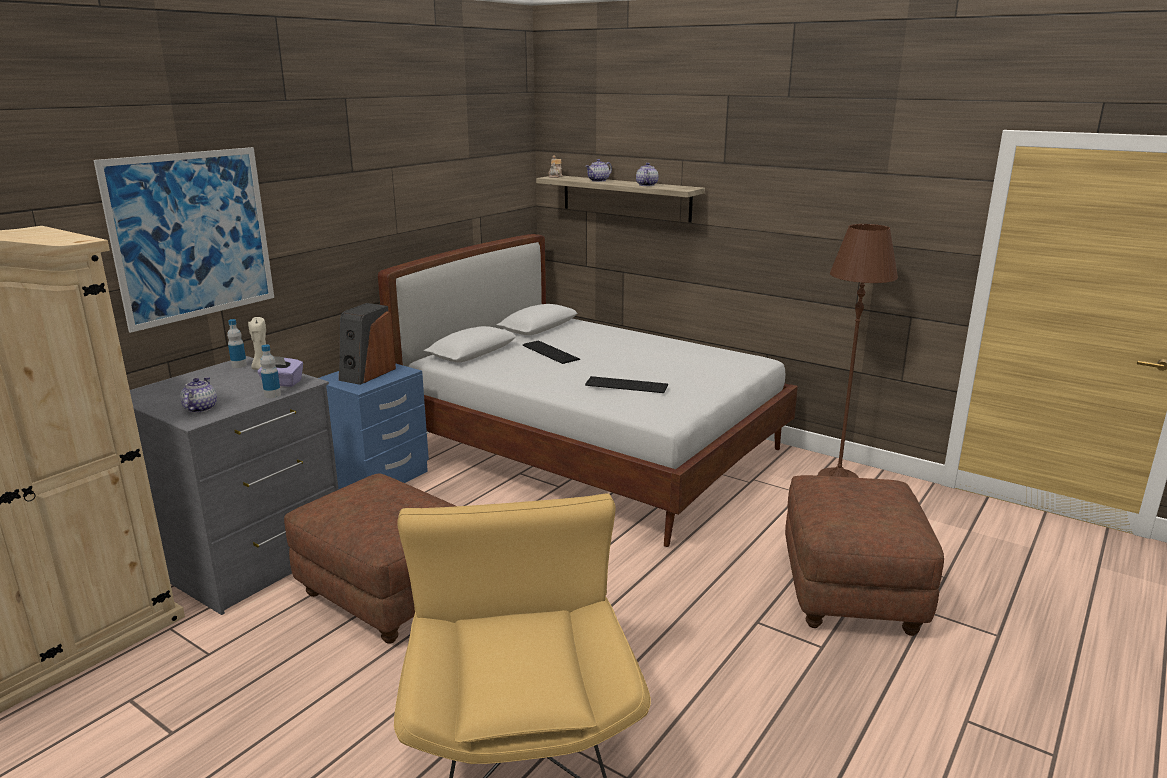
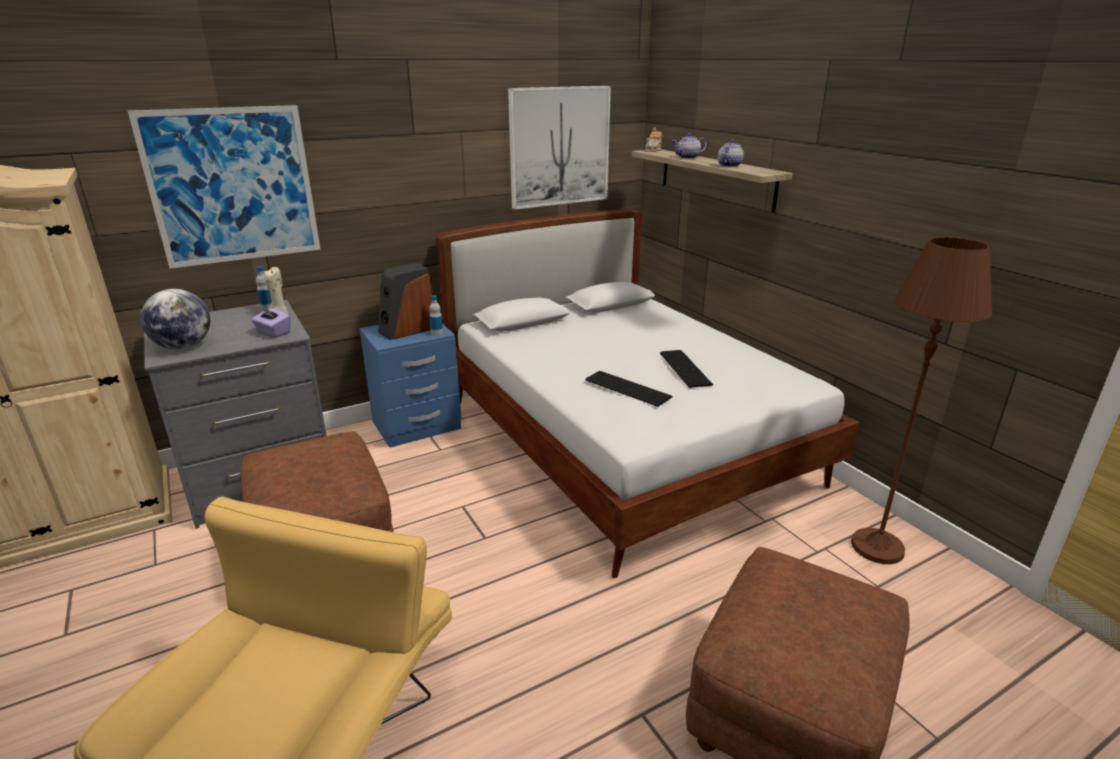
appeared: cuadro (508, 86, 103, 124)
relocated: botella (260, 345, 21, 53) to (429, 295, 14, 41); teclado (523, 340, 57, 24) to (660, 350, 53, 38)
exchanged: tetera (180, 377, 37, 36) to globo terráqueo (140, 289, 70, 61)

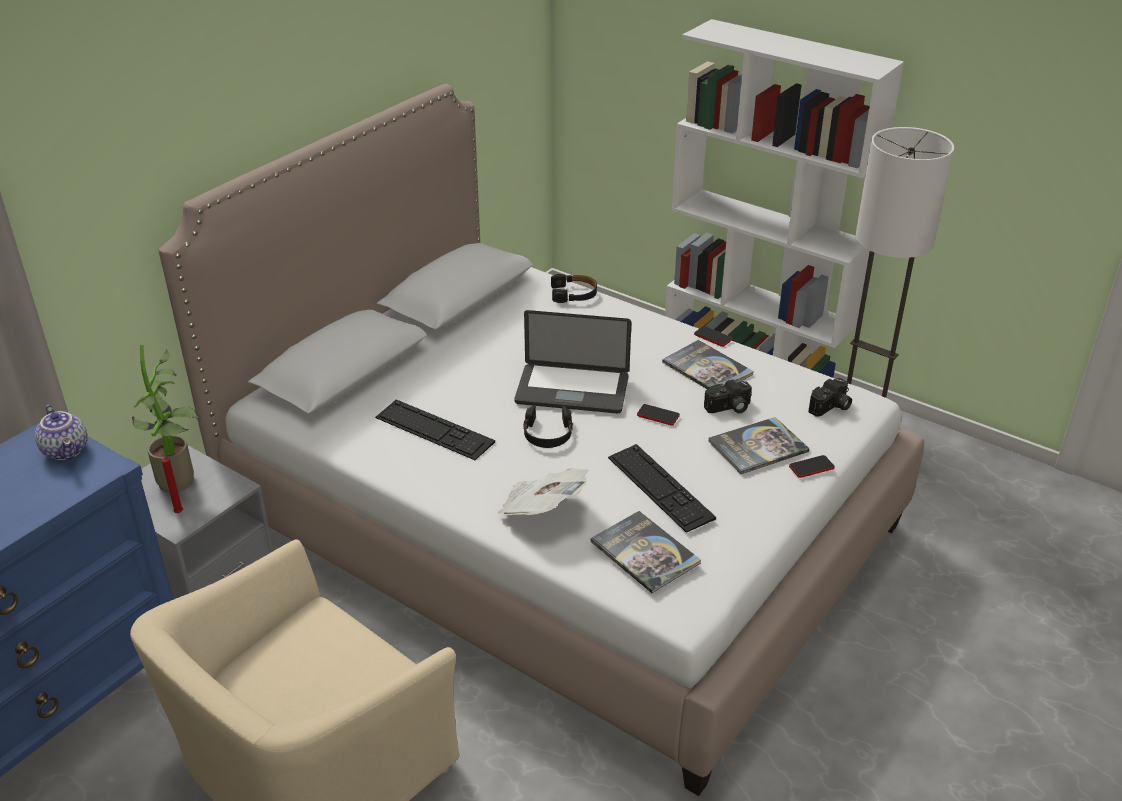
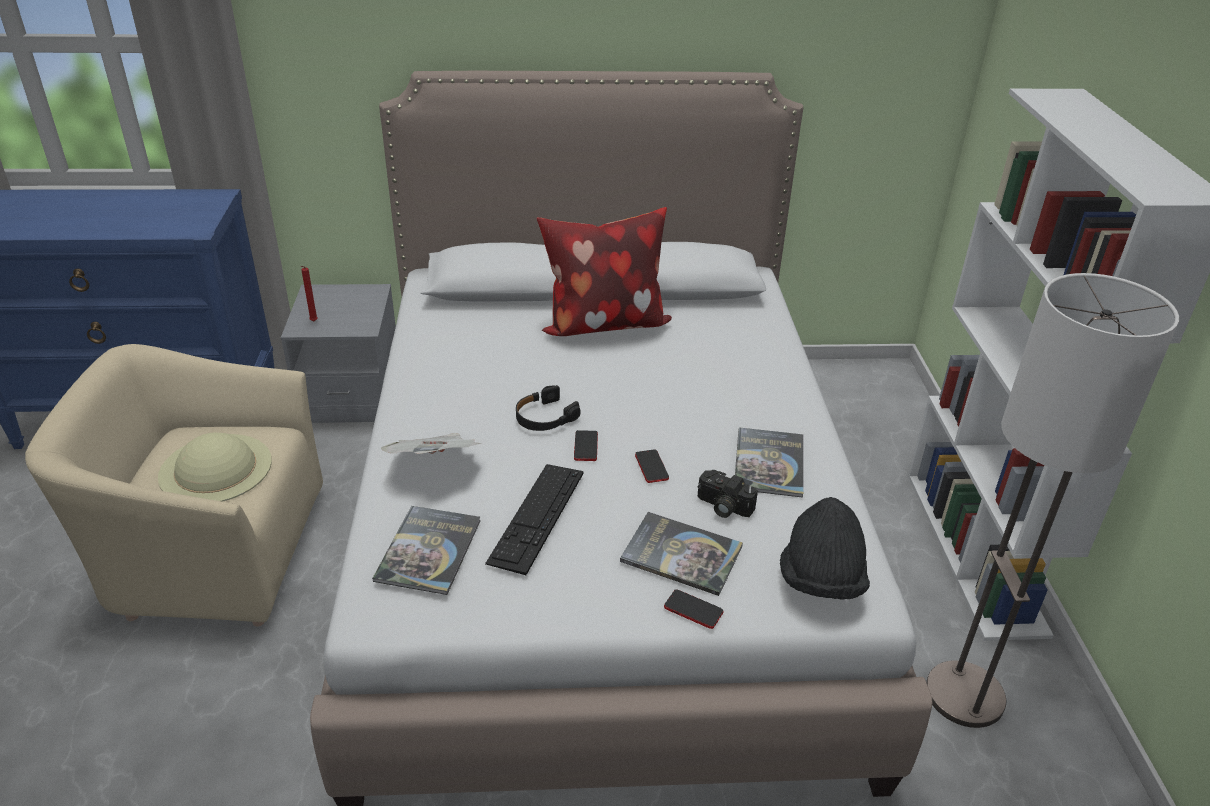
missing: tetera (35, 405, 53, 55); planta en maceta (132, 345, 69, 148); teclado (375, 399, 120, 61); portátil (514, 310, 117, 103); auriculares/negro (551, 274, 46, 29)
appeared: sombrero/beis (158, 432, 114, 70); cojín (537, 207, 135, 129)
relocated: móvil (694, 326, 38, 21) to (574, 430, 24, 31)
exchanged: cámara (808, 378, 44, 39) to sombrero/negro (780, 497, 90, 103)

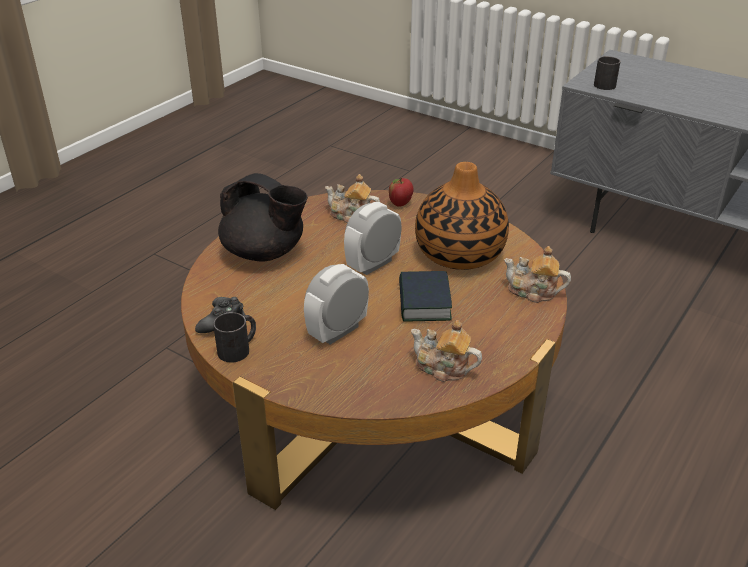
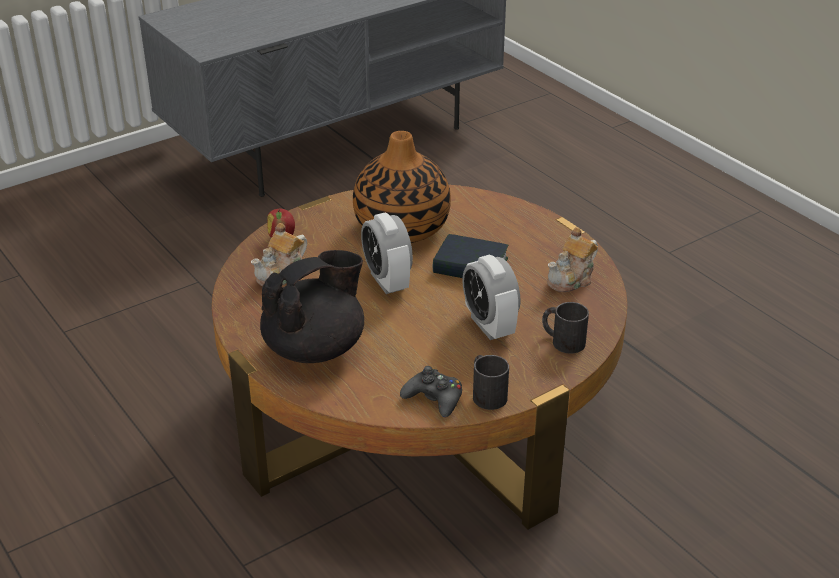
missing: tetera (504, 246, 67, 57)
relocated: taza grande/negro (594, 56, 27, 34) to (542, 302, 47, 52)

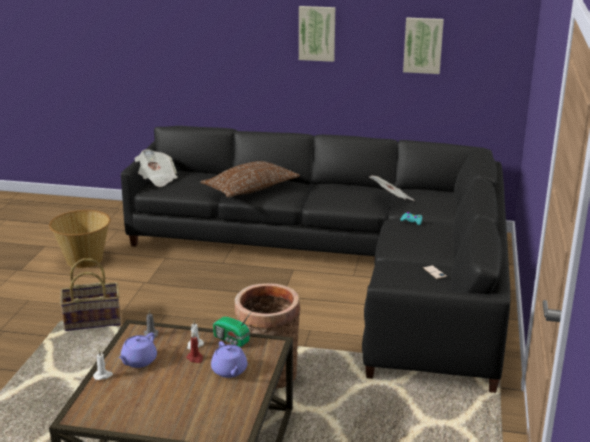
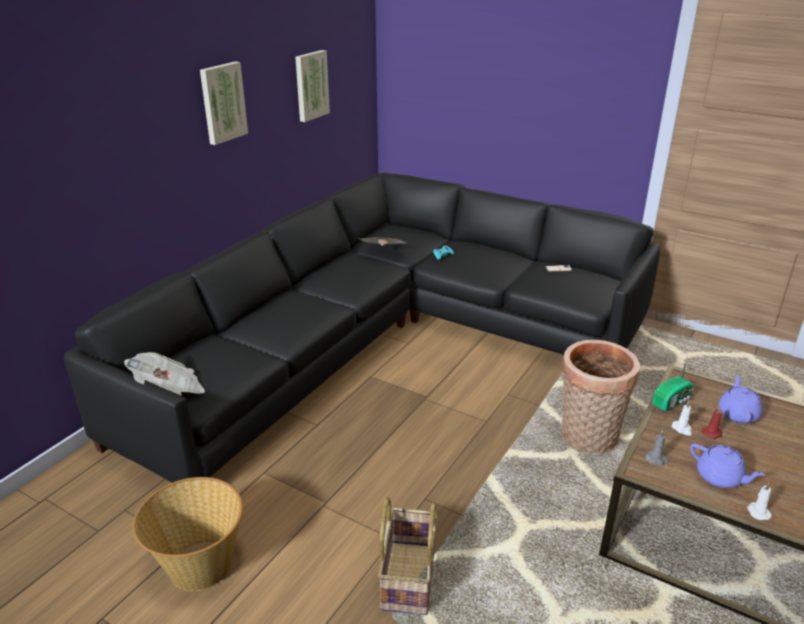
missing: cojín/marrón (201, 161, 99, 37)
spun: tetera/morado (211, 341, 36, 37) = (718, 376, 45, 48) 75 degrees counterclockwise

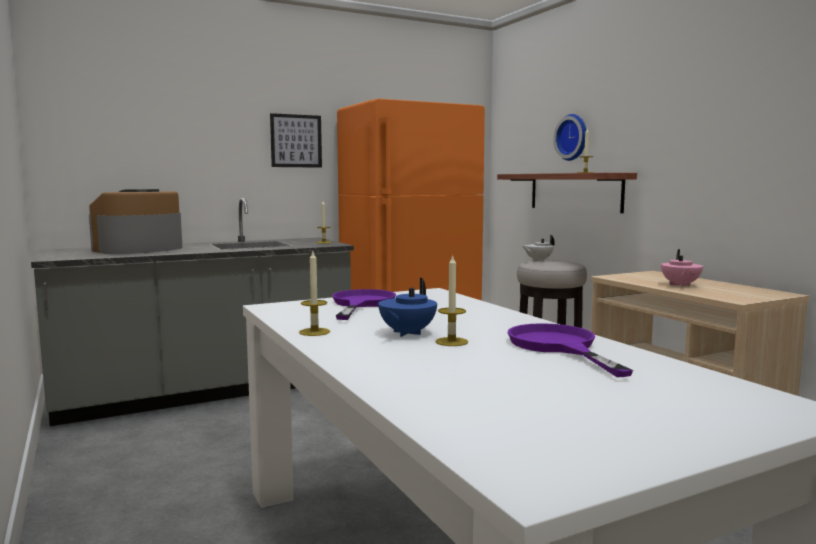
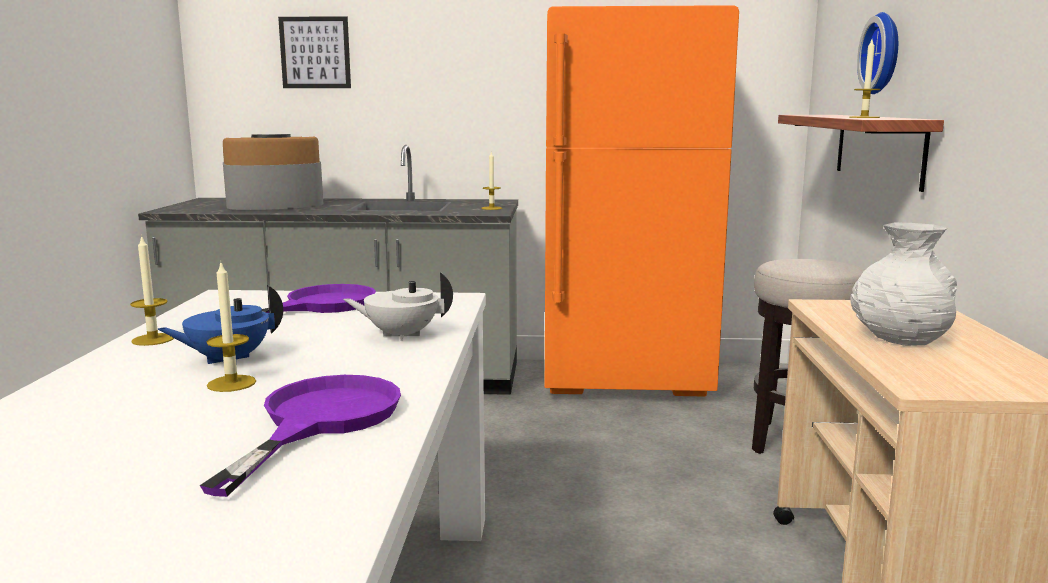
relocated: cuadro (270, 113, 52, 55) to (278, 16, 73, 72); tetera/blanco (523, 235, 32, 26) to (343, 272, 110, 69)
exchanged: tetera/rosa (661, 249, 42, 38) to florero/blanco (850, 223, 107, 123)

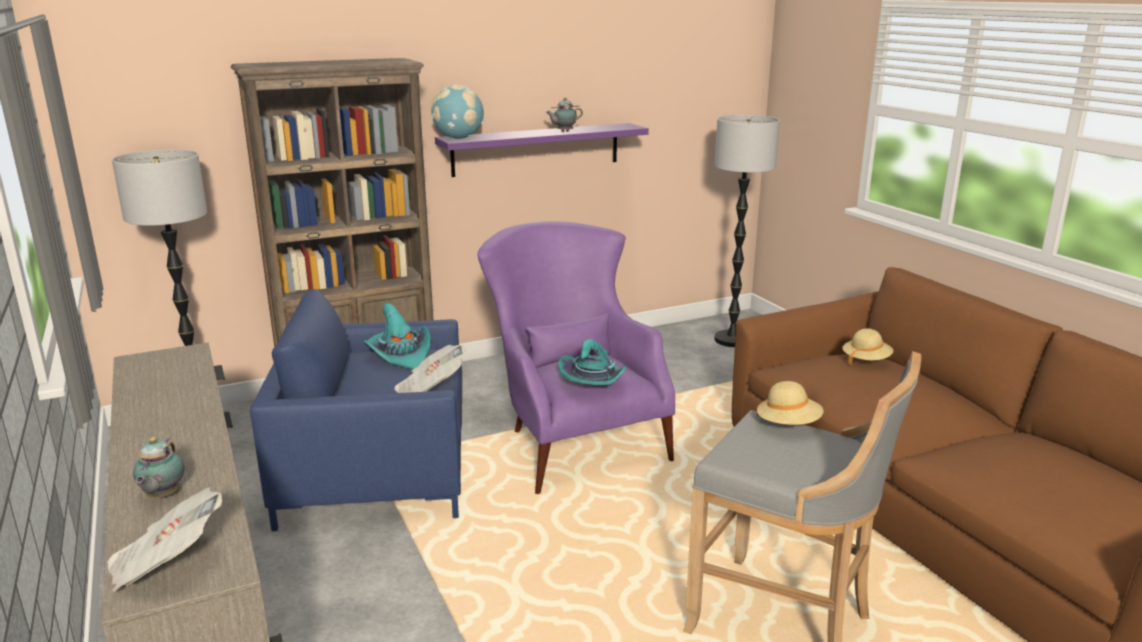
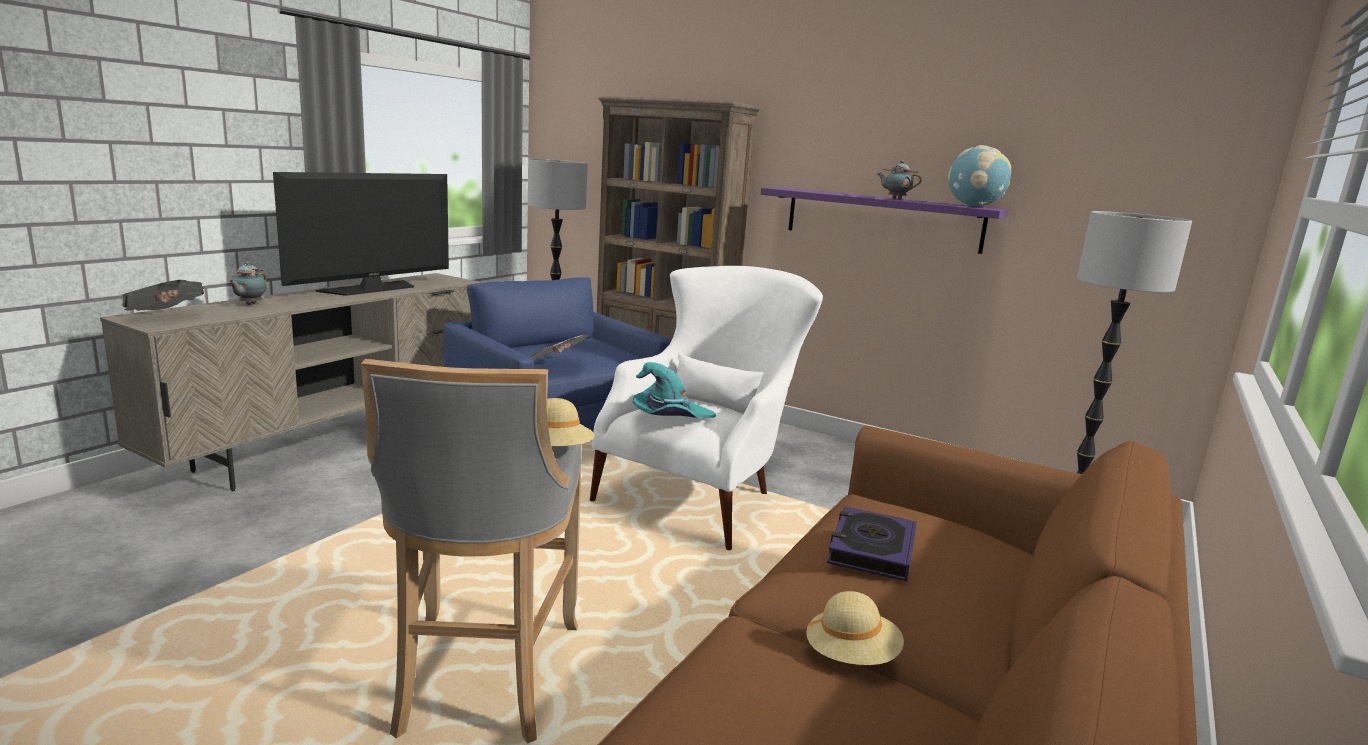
missing: sombrero/turquesa (364, 303, 67, 67)
appeared: televisor (273, 172, 176, 124); libro (827, 507, 90, 74)
relocated: globo terráqueo (431, 84, 53, 55) to (948, 145, 63, 61); sombrero/beis (842, 328, 51, 37) to (805, 591, 99, 74)
colour: sillón/morado (478, 221, 197, 273) to sillón/blanco (590, 266, 233, 284)
spun: tetera (133, 437, 52, 61) = (228, 262, 39, 43) 45 degrees counterclockwise

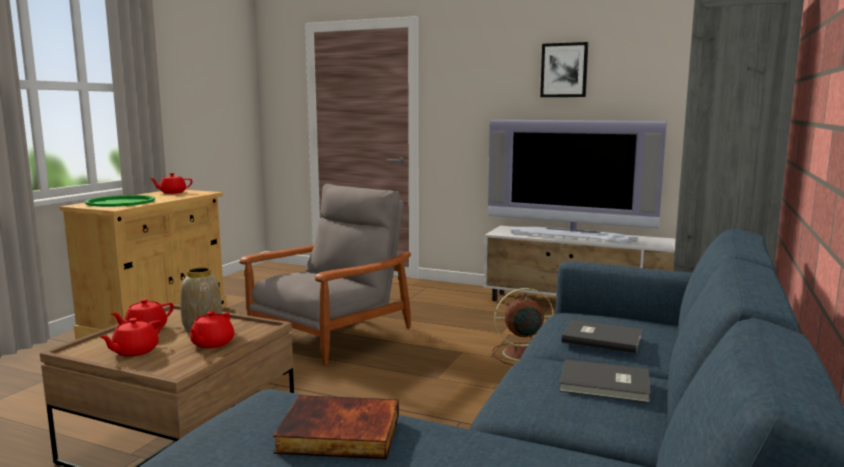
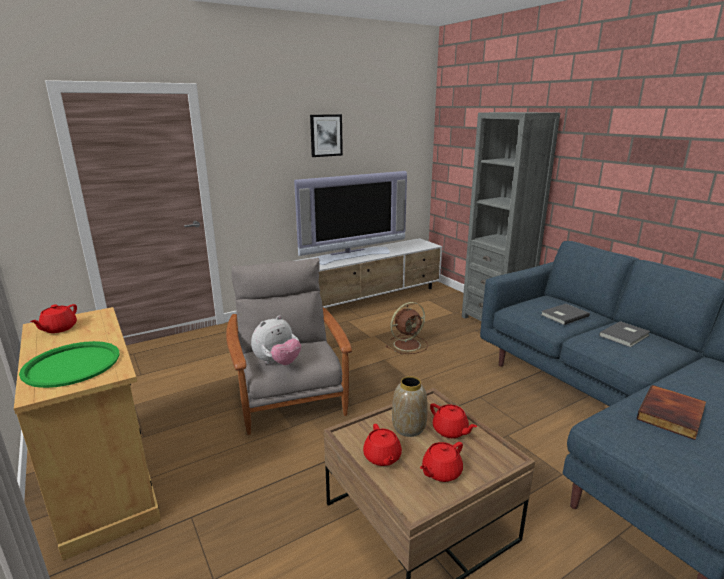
appeared: peluche (251, 315, 50, 50)
spun: tetera/rojo (99, 318, 63, 39) = (420, 442, 43, 40) 75 degrees clockwise; ventilador/marrón (492, 288, 62, 77) = (386, 302, 42, 52) 150 degrees counterclockwise

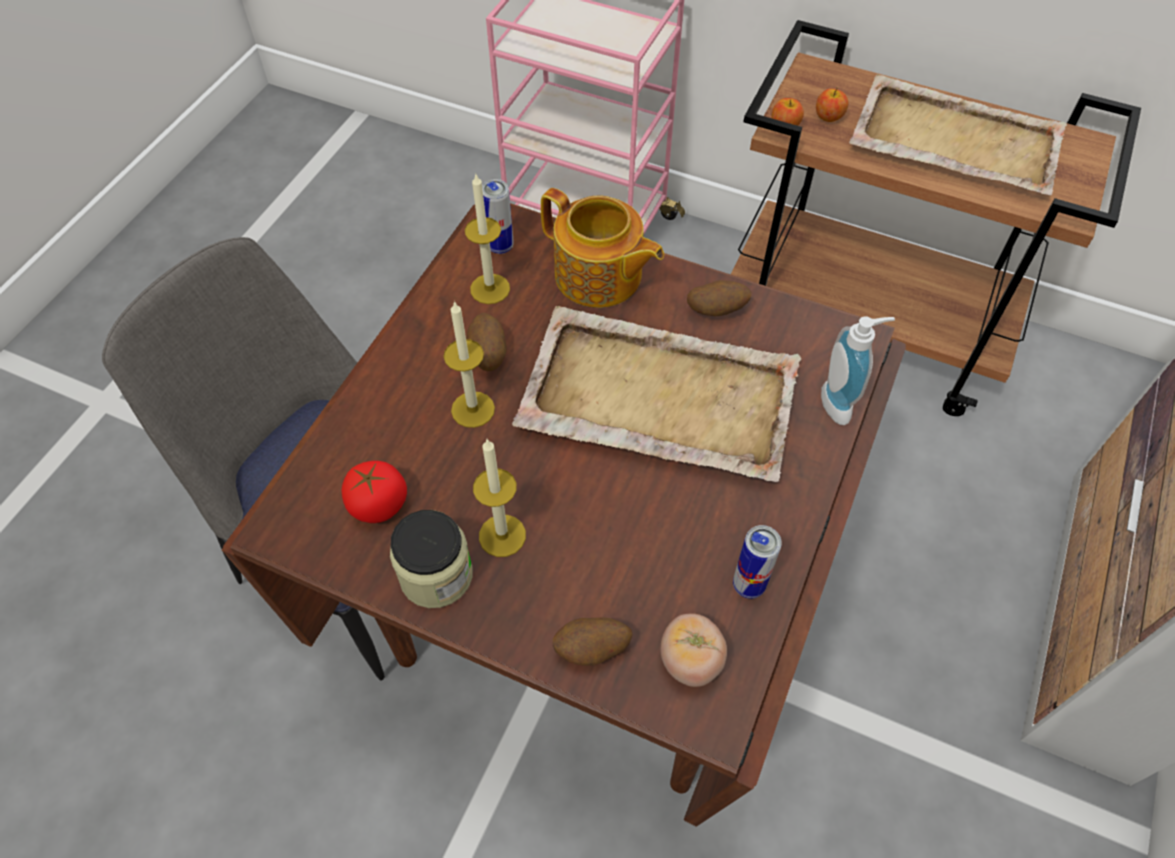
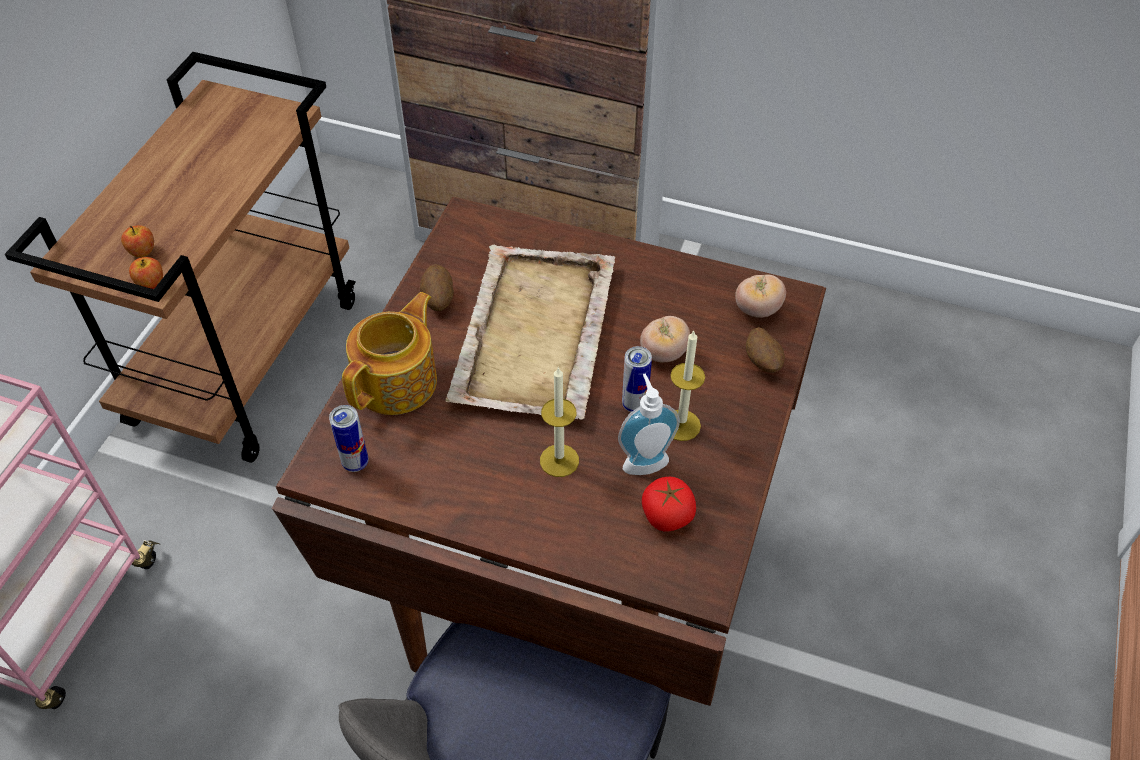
missing: tarro (390, 510, 83, 98); vela (465, 174, 45, 130); patata (466, 313, 41, 58); bandeja/beis (849, 74, 218, 121)
appeared: tomate (640, 316, 50, 46)
relocated: lata (733, 525, 49, 74) to (622, 346, 30, 66); dispensador de jabón (821, 316, 74, 109) to (618, 374, 62, 101)

